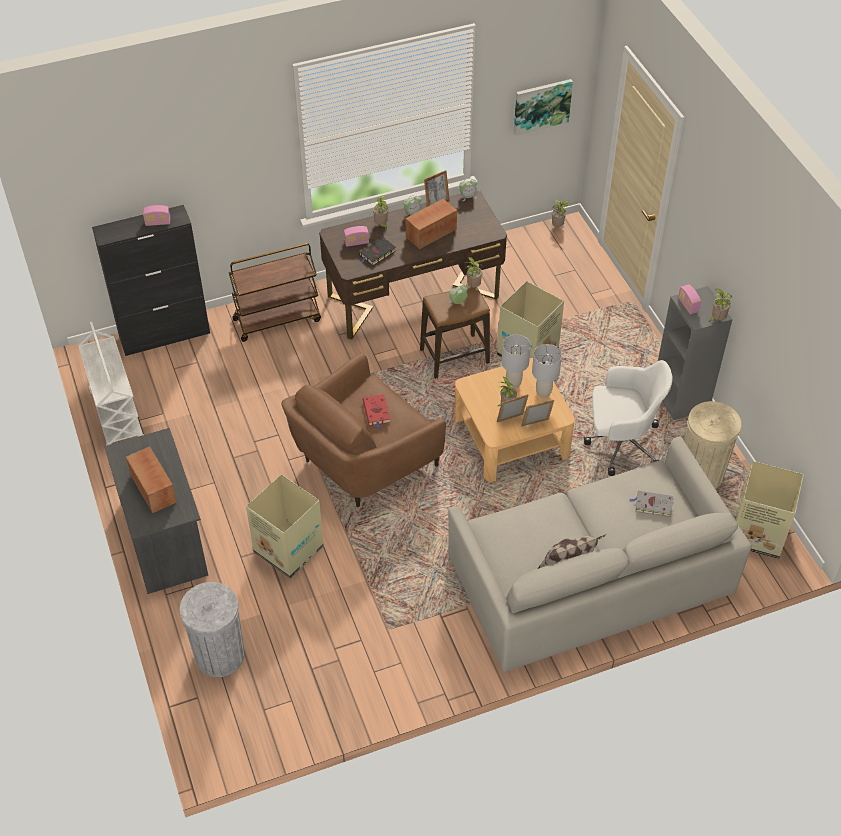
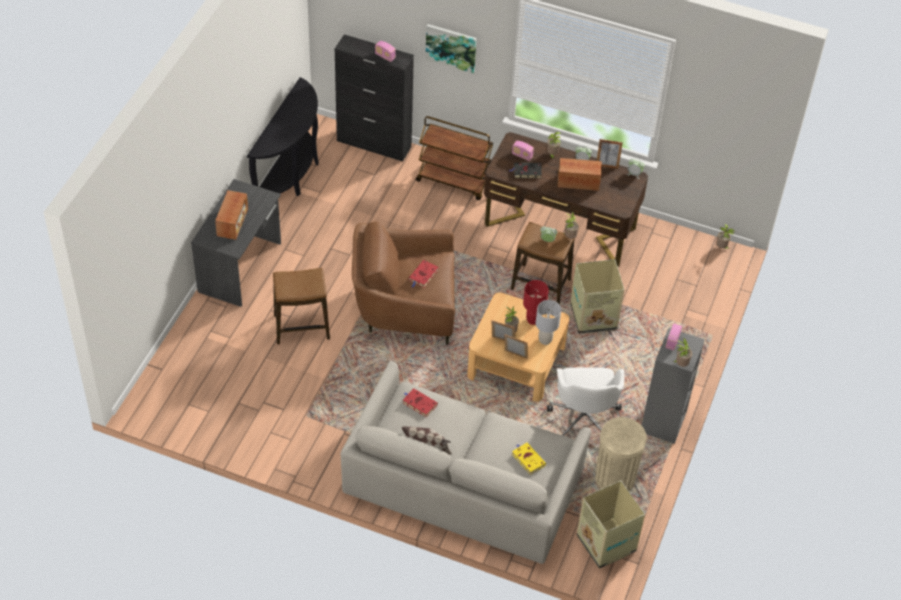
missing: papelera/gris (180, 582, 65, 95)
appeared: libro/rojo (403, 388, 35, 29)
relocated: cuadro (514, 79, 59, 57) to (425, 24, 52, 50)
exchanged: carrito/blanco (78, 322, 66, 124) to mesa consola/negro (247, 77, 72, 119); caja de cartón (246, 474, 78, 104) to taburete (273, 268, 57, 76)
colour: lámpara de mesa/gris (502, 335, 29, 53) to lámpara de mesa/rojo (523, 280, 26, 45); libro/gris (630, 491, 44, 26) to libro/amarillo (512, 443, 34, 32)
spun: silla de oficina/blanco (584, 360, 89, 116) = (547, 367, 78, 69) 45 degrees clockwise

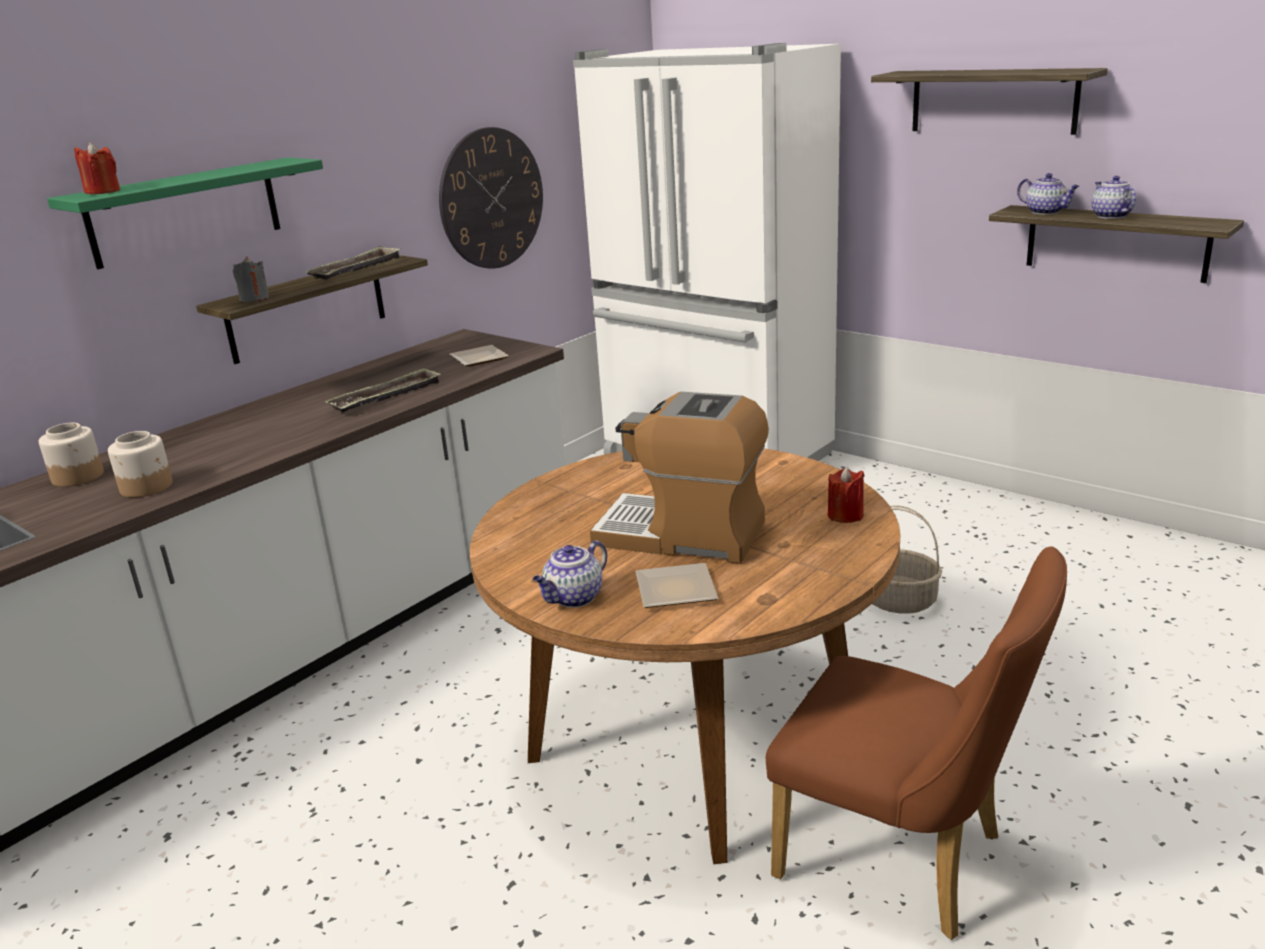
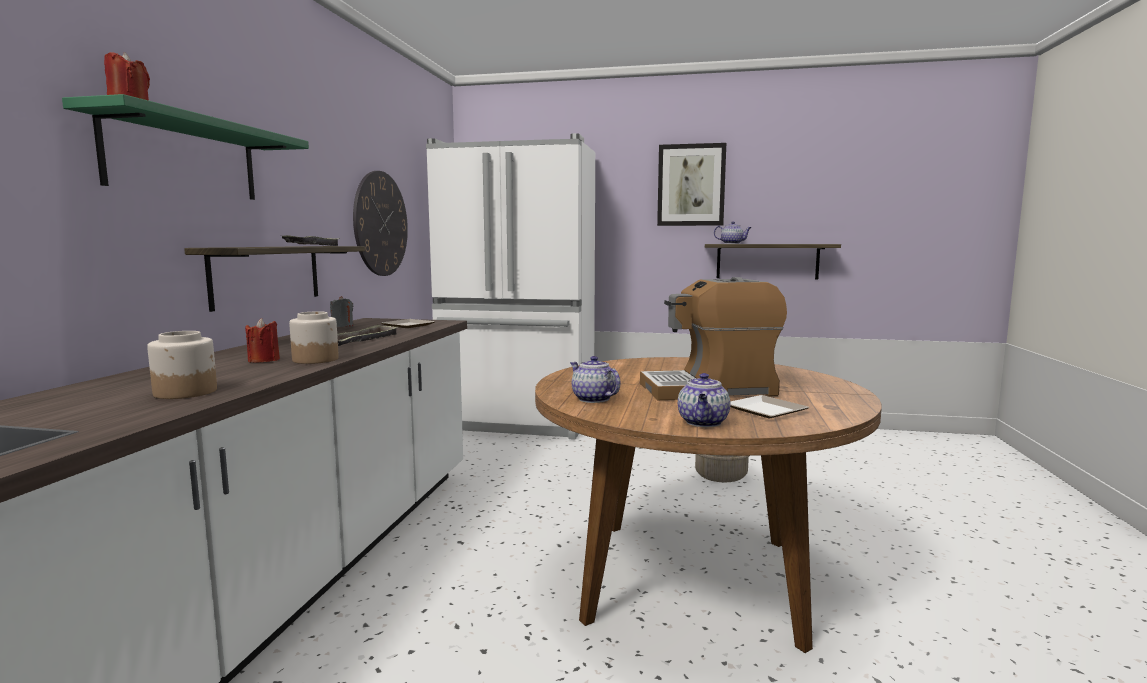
missing: silla/marrón (766, 547, 301, 393)
relocated: tarro (39, 423, 65, 64) to (289, 311, 50, 53); vela/gris (233, 256, 36, 46) to (330, 296, 23, 31); vela/rojo (828, 467, 37, 56) to (245, 318, 35, 45); tetera (1092, 176, 44, 43) to (570, 356, 50, 47)
exchanged: estante (871, 68, 237, 67) to cuadro (657, 143, 69, 83)

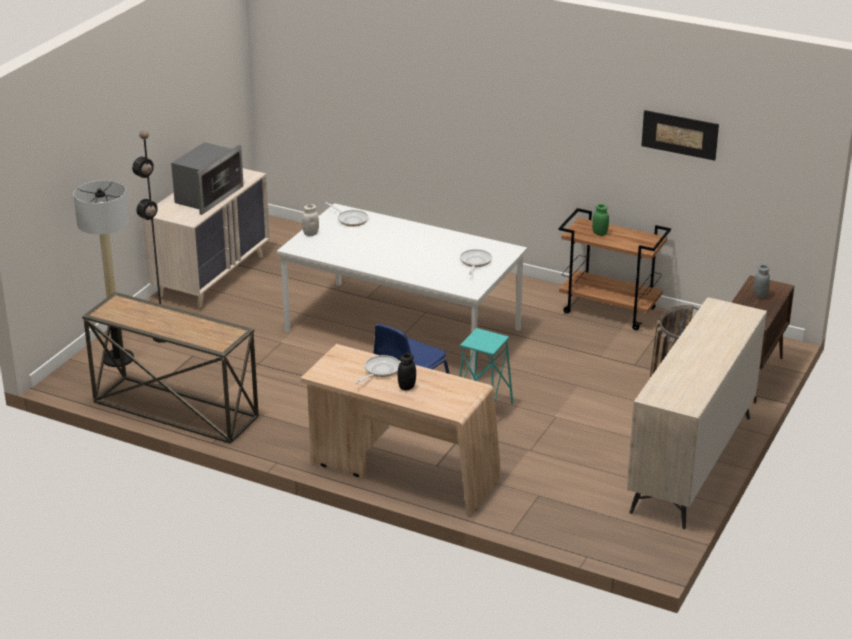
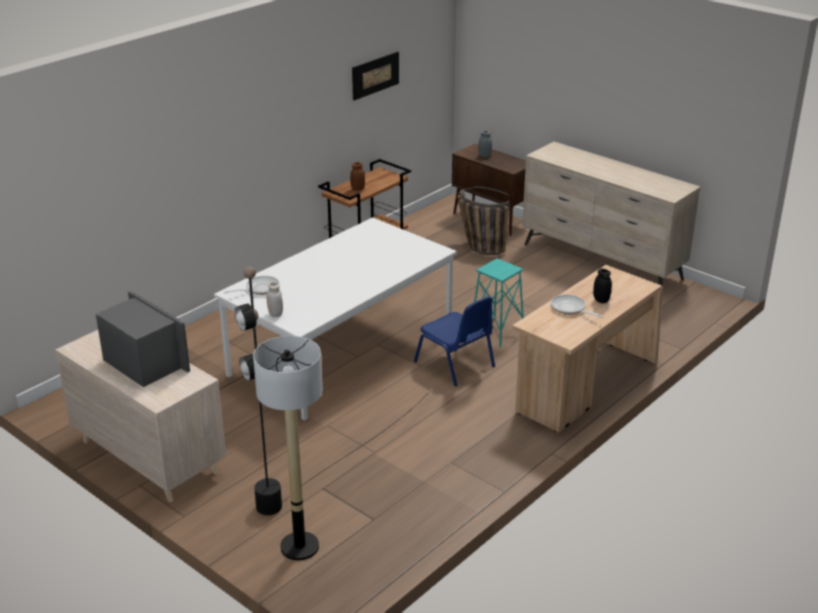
missing: mesa consola (82, 292, 177, 152); sartén (460, 249, 32, 25)
colour: tarro/verde (592, 204, 17, 32) to tarro/marrón (350, 162, 15, 29)

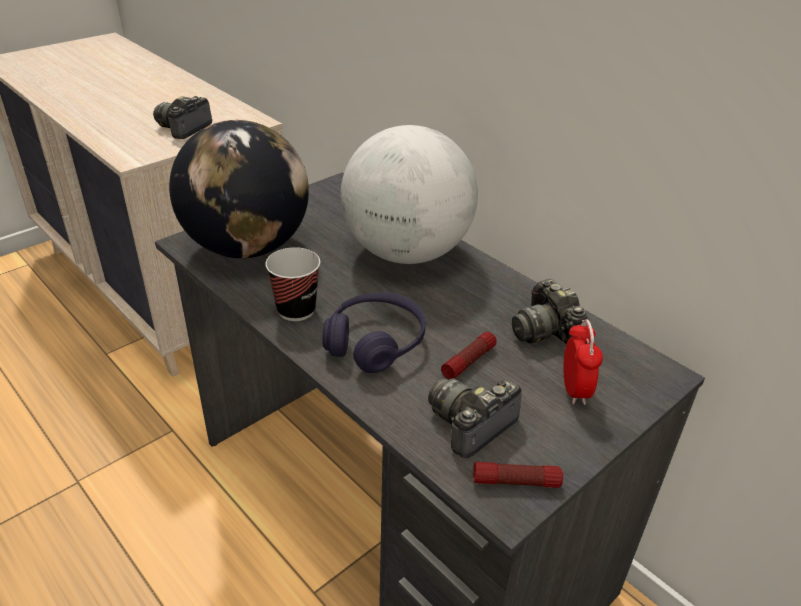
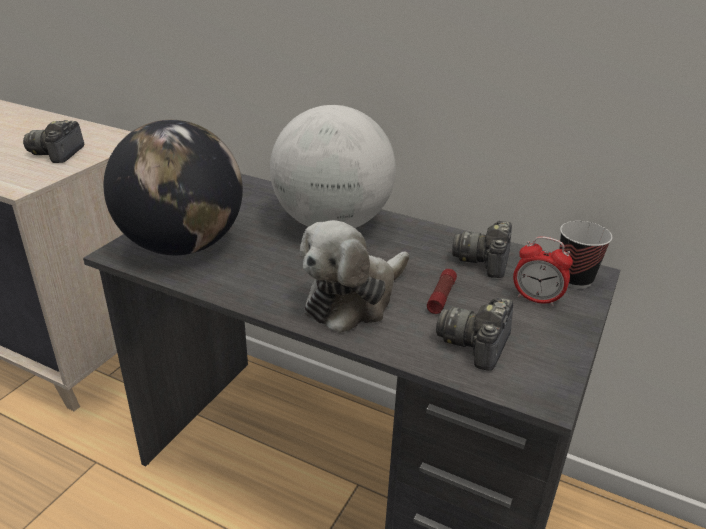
missing: linterna (473, 462, 90, 26)
relocated: taza (265, 247, 55, 74) to (559, 221, 53, 68)
exchanged: auriculares/morado (322, 292, 103, 81) to peluche (300, 220, 109, 113)
spun: cámara (512, 279, 75, 65) = (452, 221, 60, 57) 60 degrees clockwise; despertador (564, 319, 39, 86) = (513, 236, 60, 71) 135 degrees clockwise

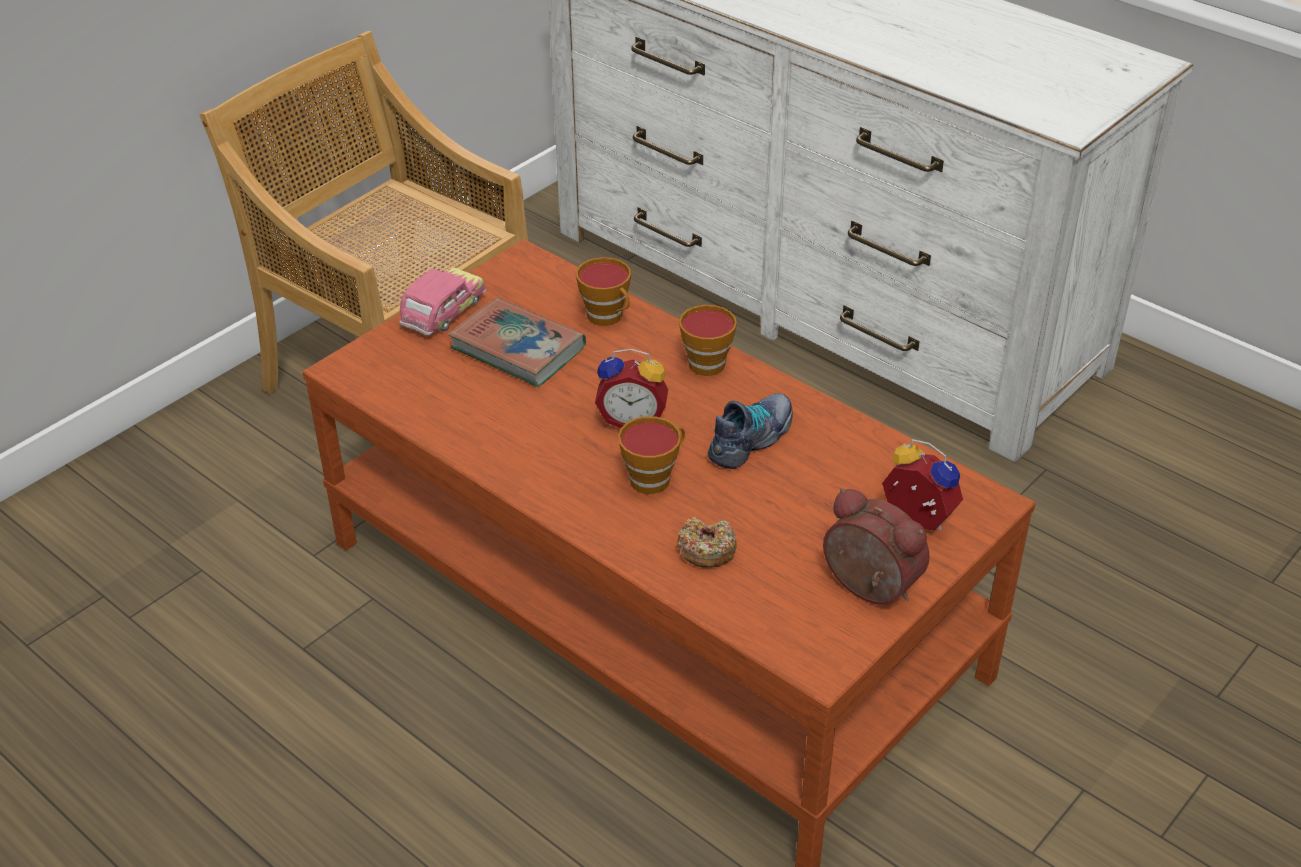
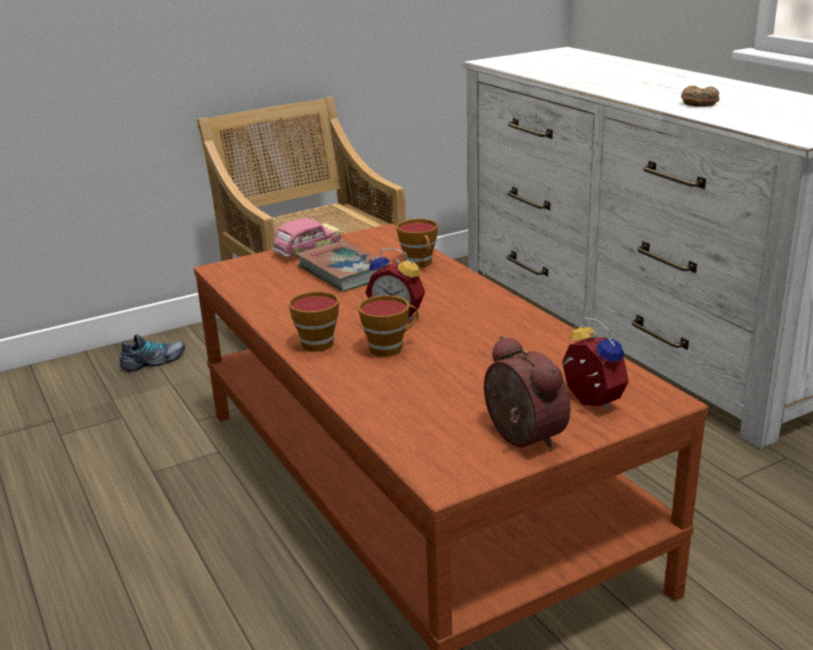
relocated: rosquilla (677, 517, 60, 51) to (681, 85, 39, 22); taza (679, 305, 58, 71) to (289, 291, 50, 61); zapato (708, 393, 85, 76) to (119, 334, 66, 38)

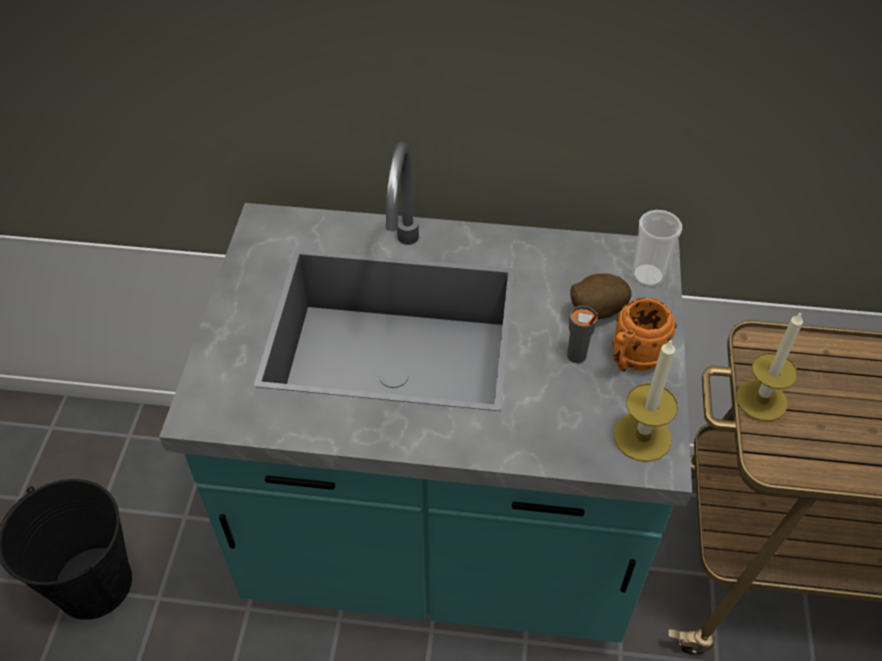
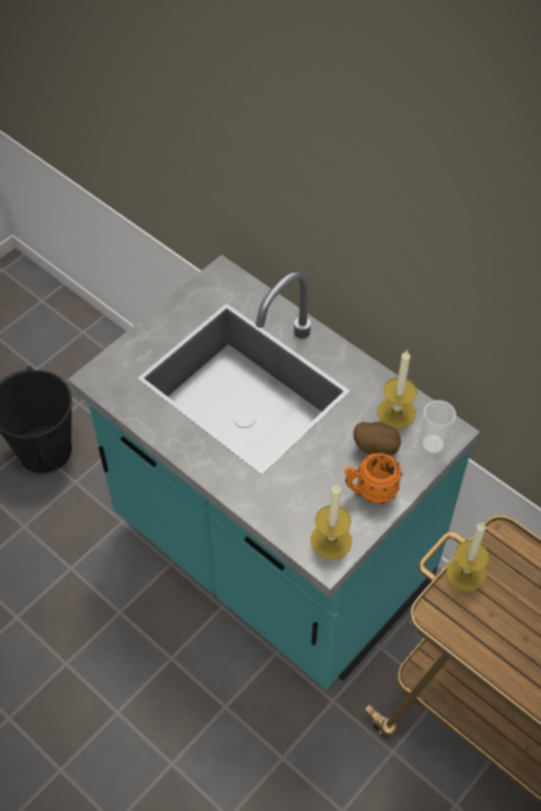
missing: taza/gris (567, 305, 31, 58)
appeared: vela (378, 350, 39, 79)

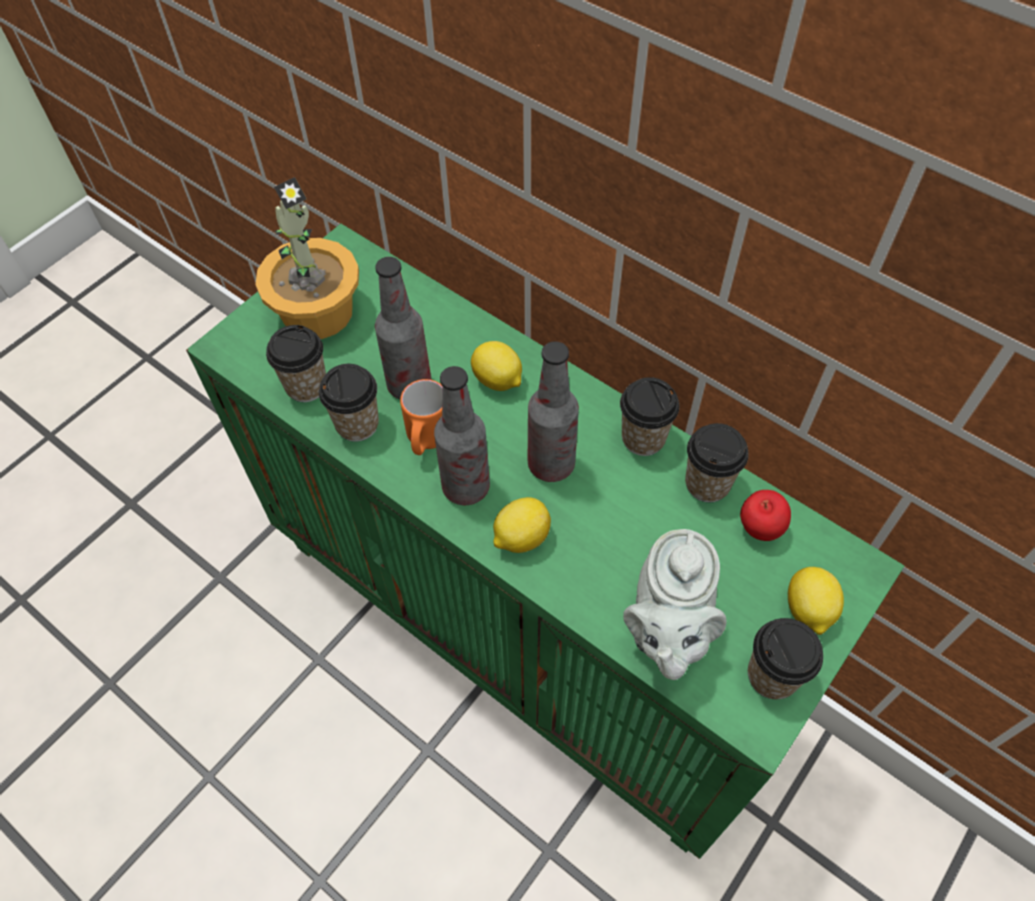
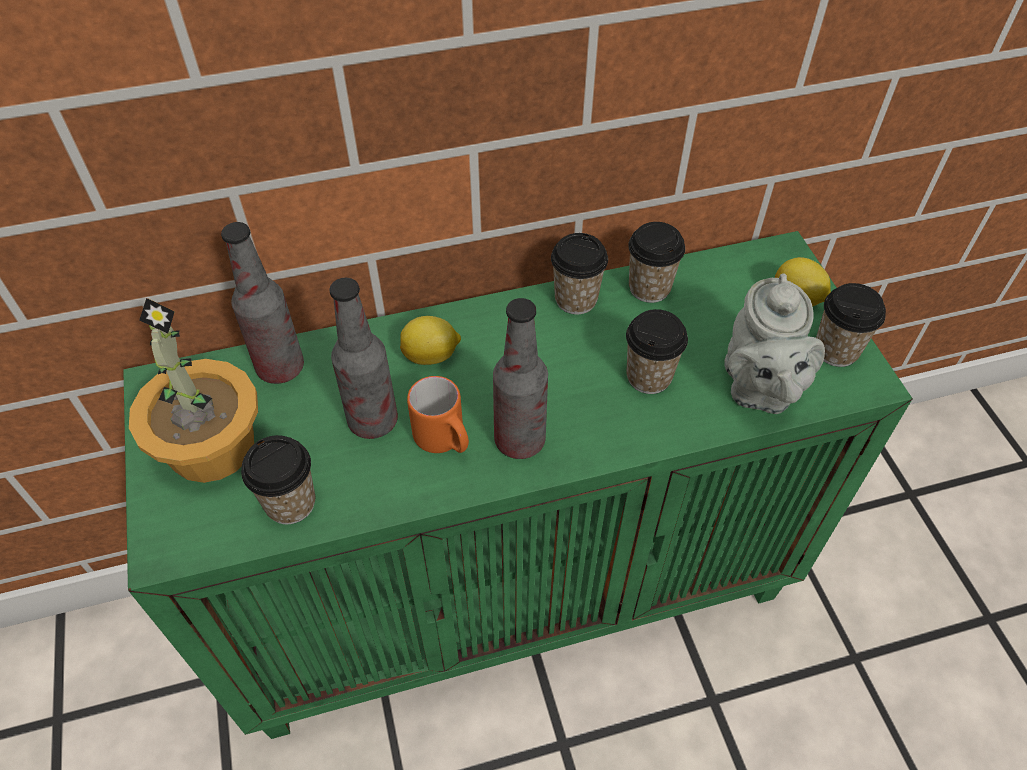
missing: limón (493, 497, 58, 56); manzana (740, 490, 51, 51)
relocated: taza (319, 364, 60, 78) to (626, 309, 62, 85); botella (528, 341, 51, 141) to (221, 222, 83, 162)
spun: tetera/gris (623, 529, 104, 151) = (724, 273, 101, 141) 45 degrees clockwise

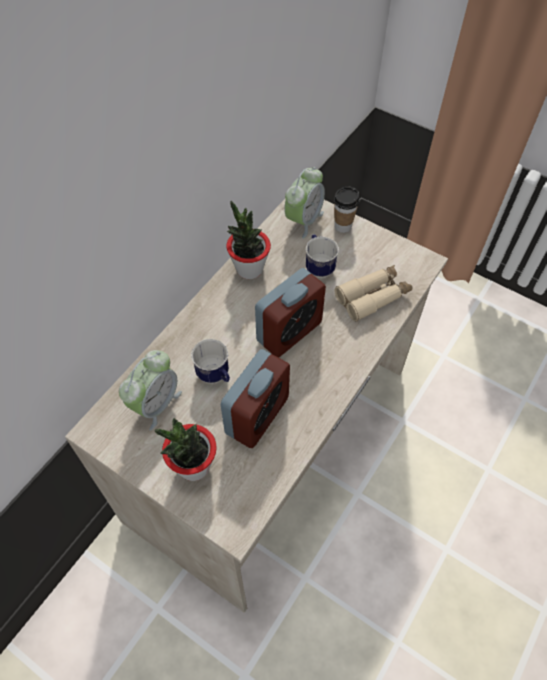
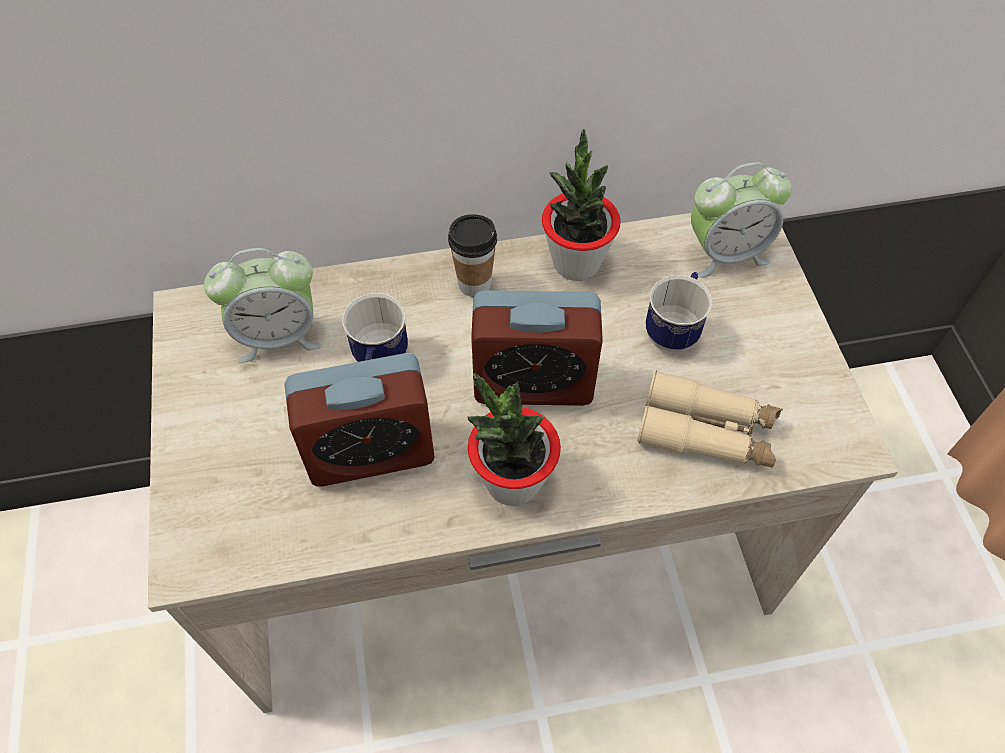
relocated: planta en maceta (155, 418, 61, 63) to (467, 373, 94, 133); taza (334, 187, 26, 46) to (448, 214, 49, 83)

